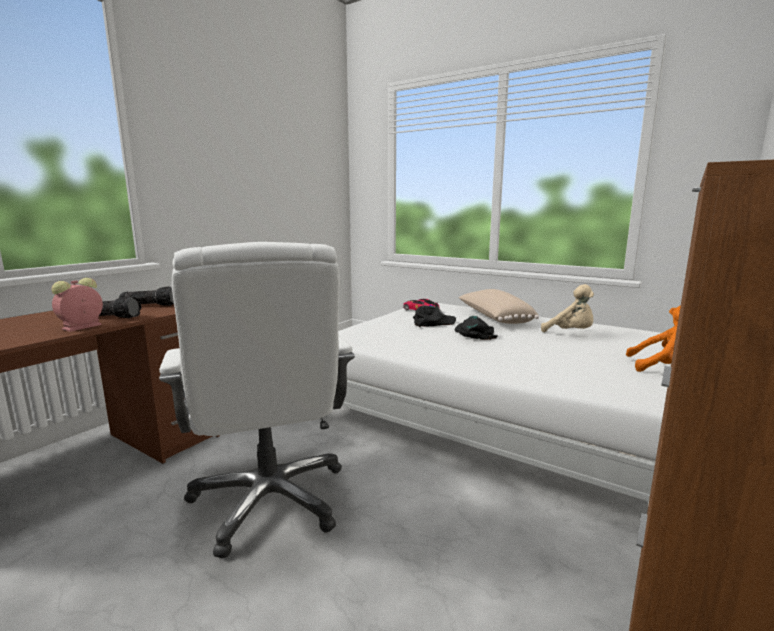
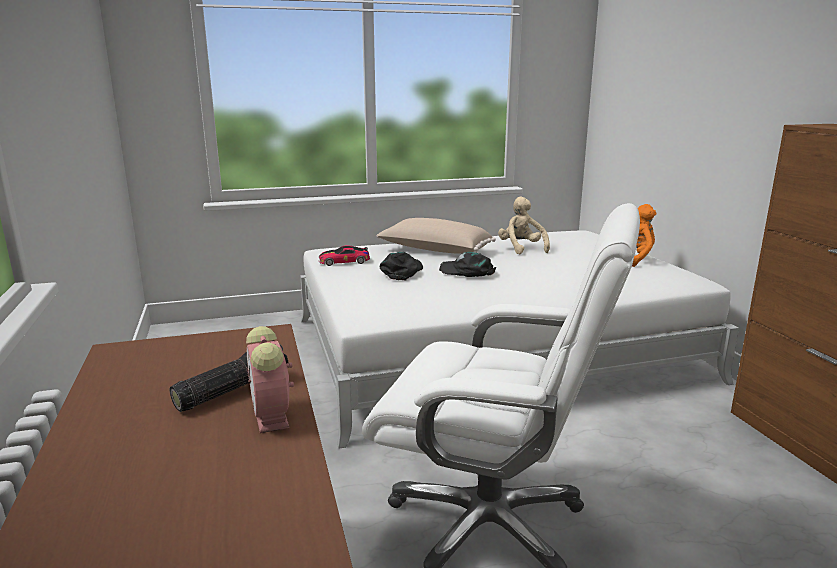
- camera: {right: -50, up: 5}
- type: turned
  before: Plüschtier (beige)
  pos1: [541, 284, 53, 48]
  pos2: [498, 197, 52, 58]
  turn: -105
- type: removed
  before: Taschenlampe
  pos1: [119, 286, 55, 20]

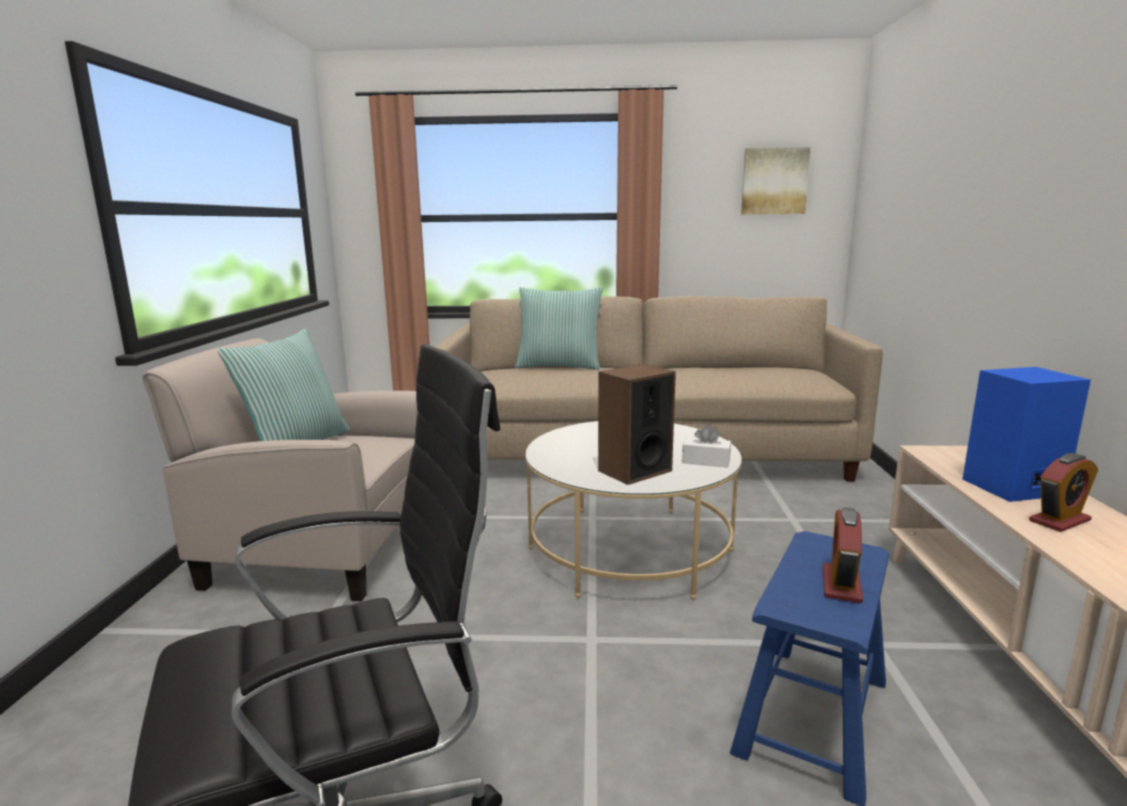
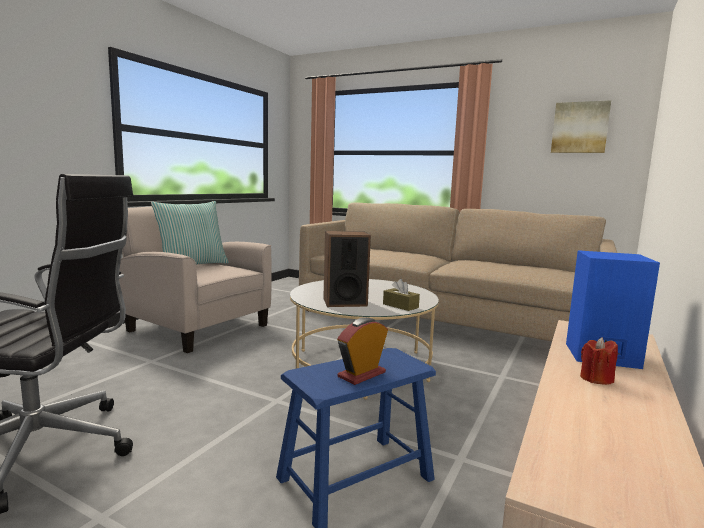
- camera: {right: 25, up: -5}
- type: removed
  before: Kissen
  pos1: [515, 287, 88, 83]
- type: recoloured
  before: Taschentuchbox (weiß)
  after: Taschentuchbox (braun)
  pos1: [682, 425, 49, 42]
  pos2: [383, 279, 37, 32]
- type: replaced
  before: Wecker
  after: Kerze (rot)
  pos1: [1029, 453, 69, 79]
  pos2: [580, 338, 38, 47]

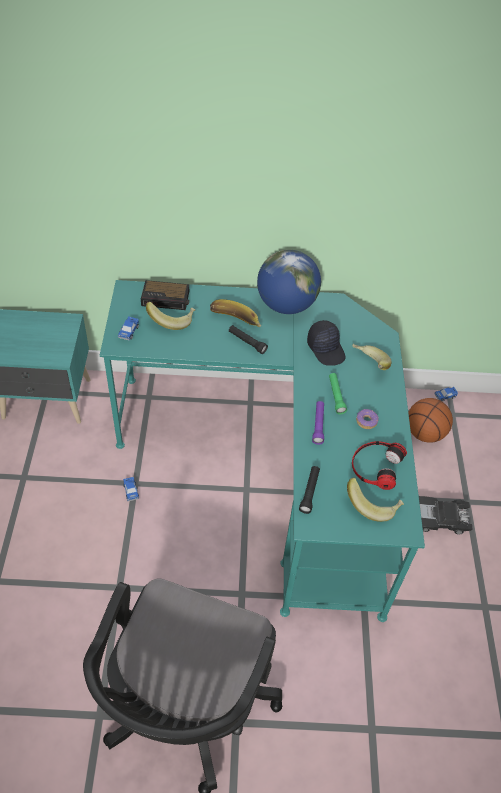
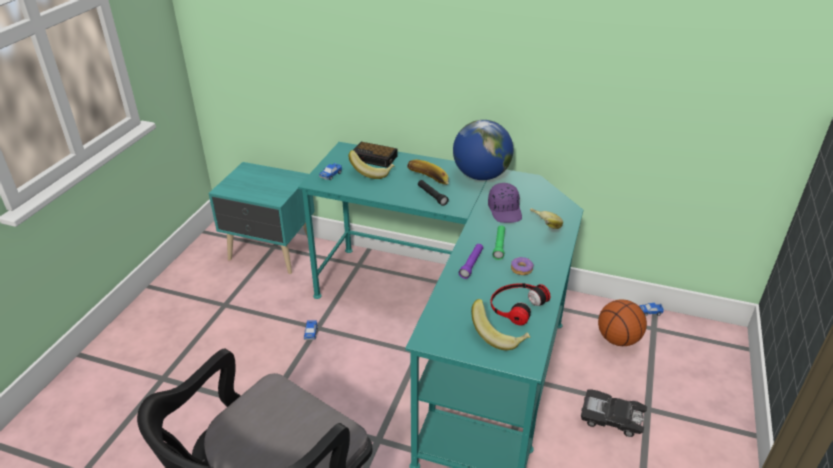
- camera: {right: 20, up: -15}
- type: recoloured
  before: Kappe (schwarz)
  after: Kappe (lila)
  pos1: [307, 320, 39, 46]
  pos2: [488, 183, 34, 40]
- type: removed
  before: Taschenlampe (schwarz)
  pos1: [299, 466, 21, 48]

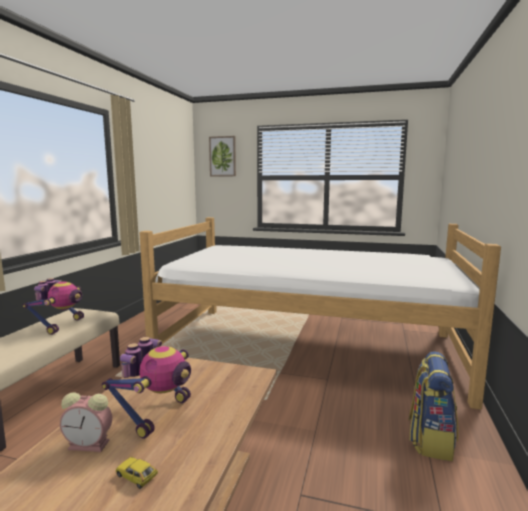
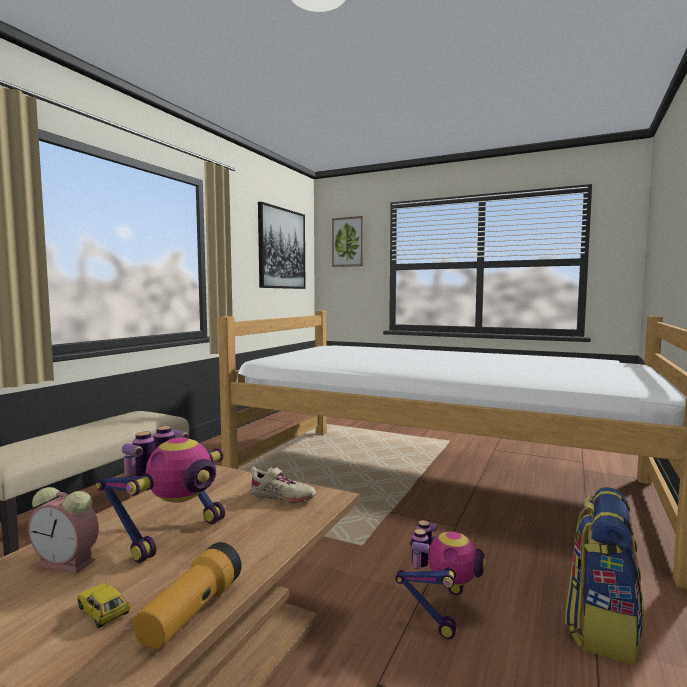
- camera: {right: 10, up: -5}
- type: moved
  before: Spielzeugroboter
  pos1: [22, 278, 62, 57]
  pos2: [395, 520, 92, 119]
- type: added
  after: Bild
  pos2: [258, 202, 48, 87]
- type: added
  after: Schuh (beige)
  pos2: [250, 467, 66, 36]
- type: added
  after: Taschenlampe
  pos2: [134, 542, 108, 107]

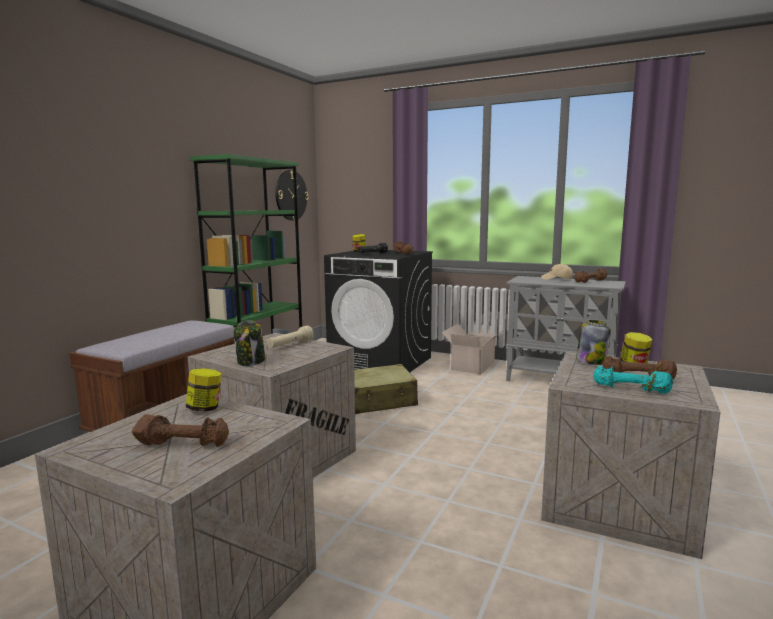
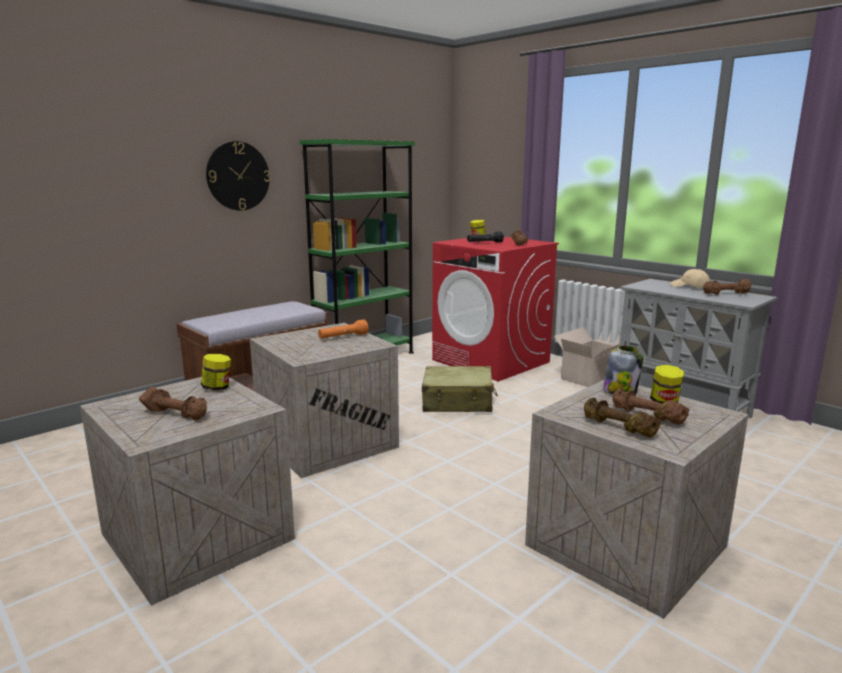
- camera: {right: 20, up: 5}
- type: moved
  before: Wanduhr
  pos1: [275, 170, 33, 51]
  pos2: [206, 141, 64, 70]
- type: recoloured
  before: Waschmaschine (schwarz)
  after: Waschmaschine (rot)
  pos1: [324, 250, 109, 122]
  pos2: [432, 237, 127, 145]
- type: removed
  before: Vorratsglas
  pos1: [234, 320, 31, 46]
- type: recoloured
  before: Taschenlampe (beige)
  after: Taschenlampe (orange)
  pos1: [267, 326, 47, 22]
  pos2: [318, 319, 50, 20]
- type: recoloured
  before: Hantel (türkis)
  after: Hantel (braun)
  pos1: [593, 366, 80, 27]
  pos2: [584, 398, 77, 39]

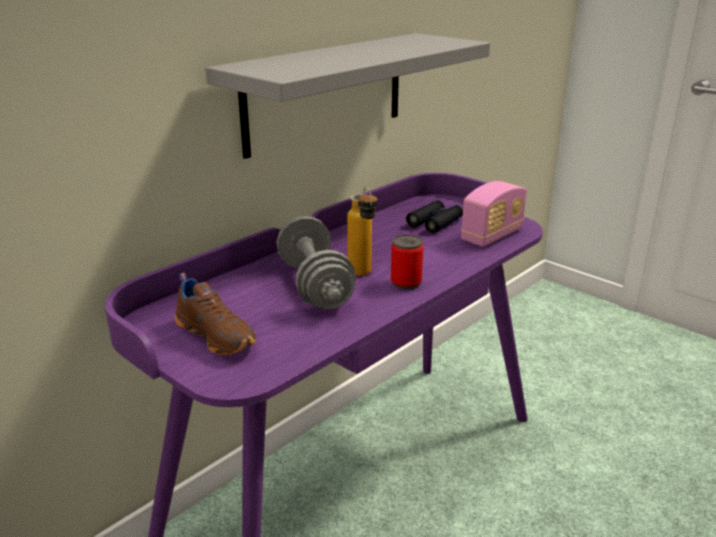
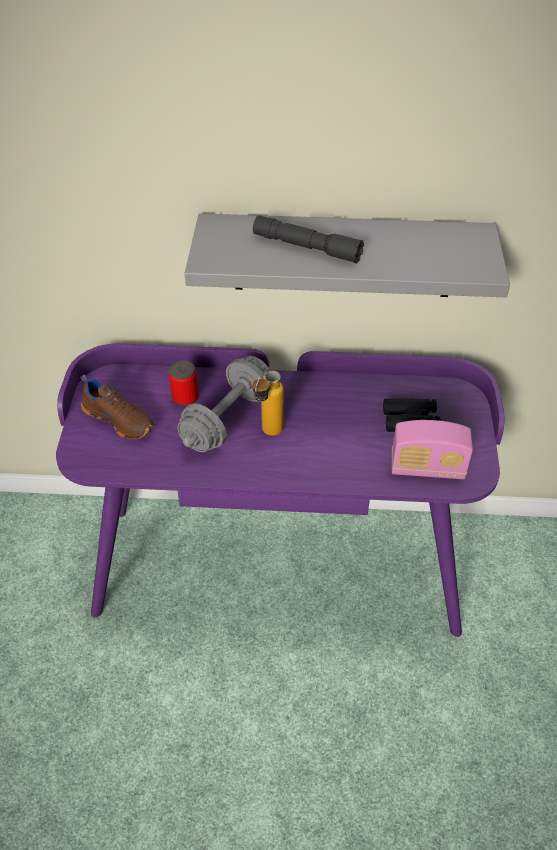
- camera: {right: 50, up: 20}
- type: moved
  before: Dose
  pos1: [391, 235, 32, 55]
  pos2: [169, 361, 29, 45]
- type: turned
  before: Schuh (braun)
  pos1: [175, 273, 82, 82]
  pos2: [80, 374, 74, 65]
  turn: -60
- type: added
  after: Taschenlampe (grau)
  pos2: [253, 215, 111, 48]

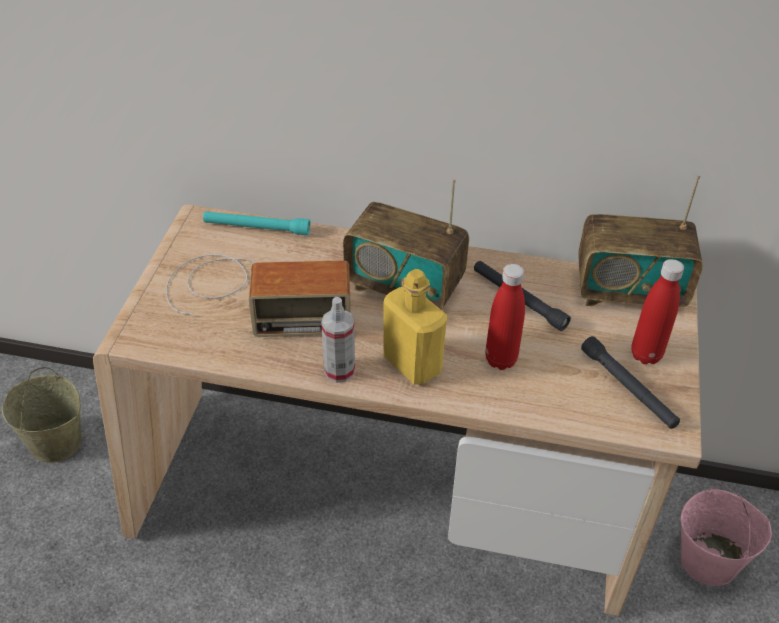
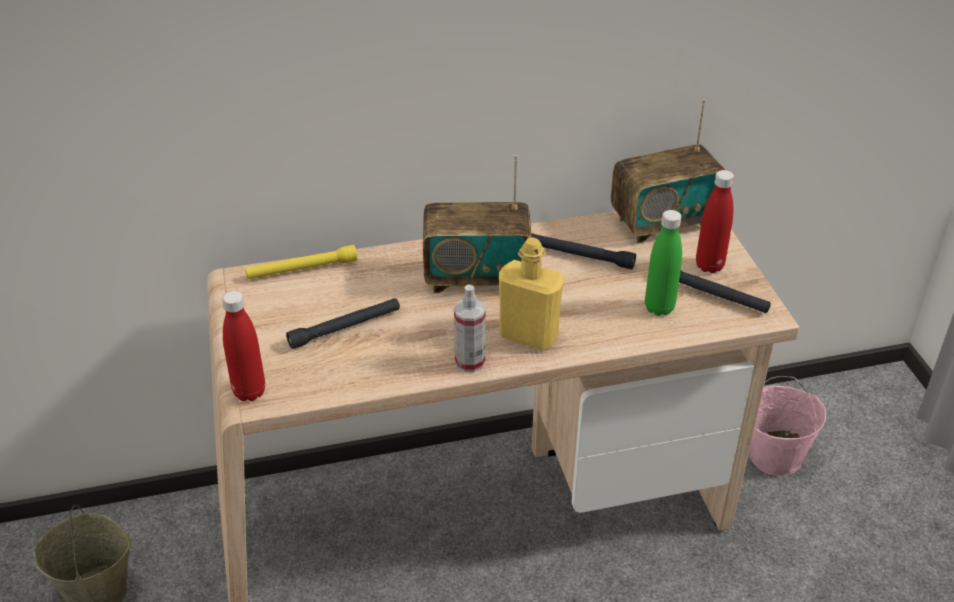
- camera: {right: -25, up: -5}
- type: recoloured
  before: Taschenlampe (türkis)
  after: Taschenlampe (gelb)
  pos1: [203, 211, 108, 24]
  pos2: [245, 245, 112, 34]
- type: replaced
  before: Radio
  after: Taschenlampe (schwarz)
  pos1: [166, 254, 185, 83]
  pos2: [286, 298, 114, 51]
- type: moved
  before: Flasche (rot)
  pos1: [485, 264, 40, 106]
  pos2: [222, 291, 43, 110]
- type: added
  after: Flasche (grün)
  pos2: [645, 210, 37, 106]

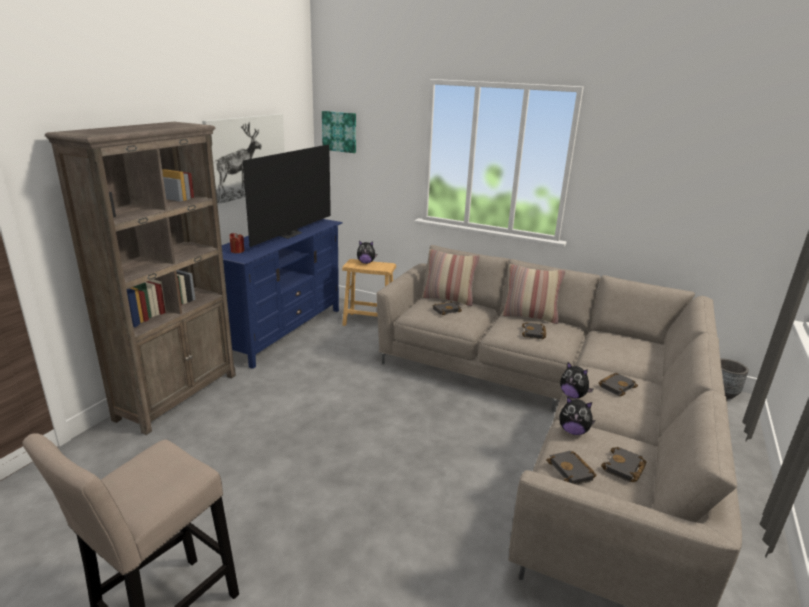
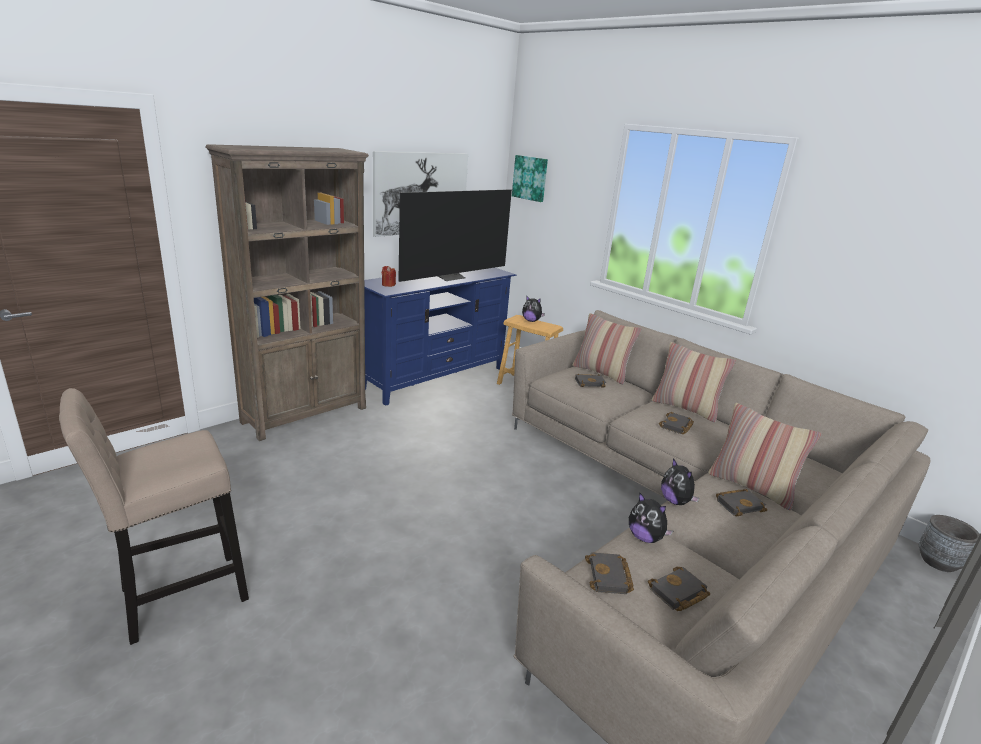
- camera: {right: 20, up: 0}
- type: added
  after: Kissen
  pos2: [708, 403, 114, 107]

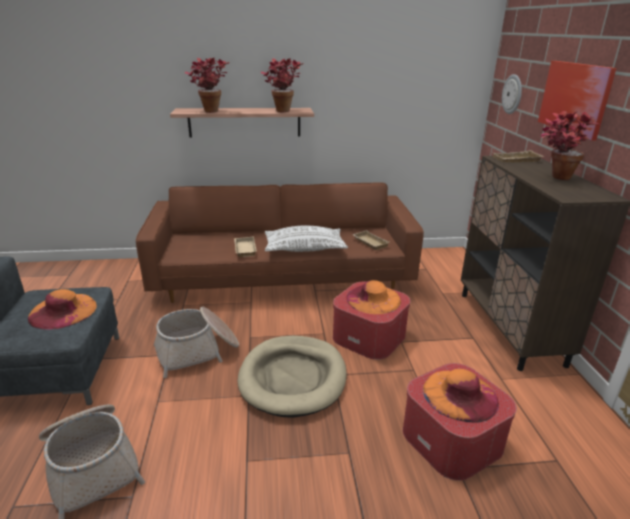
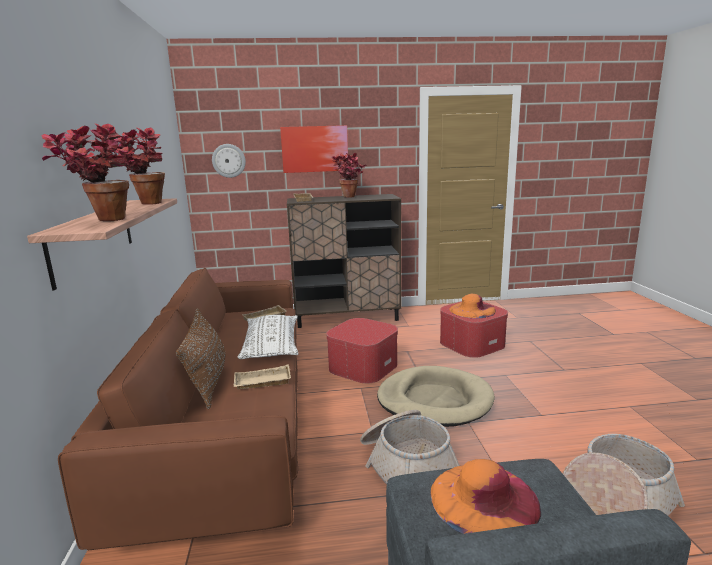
- camera: {right: -90, up: -10}
- type: removed
  before: Hut (orange)
  pos1: [346, 280, 55, 34]
- type: added
  after: Kissen (braun)
  pos2: [176, 308, 49, 101]

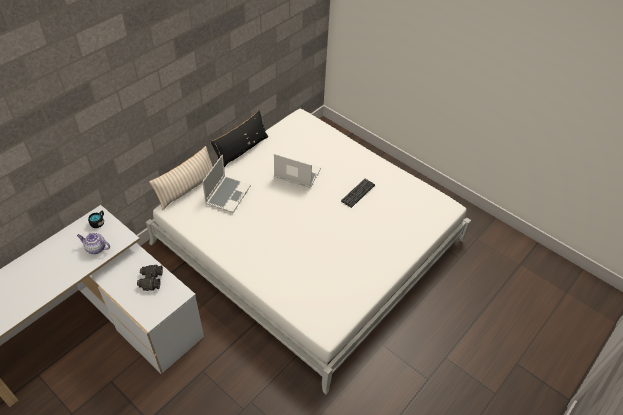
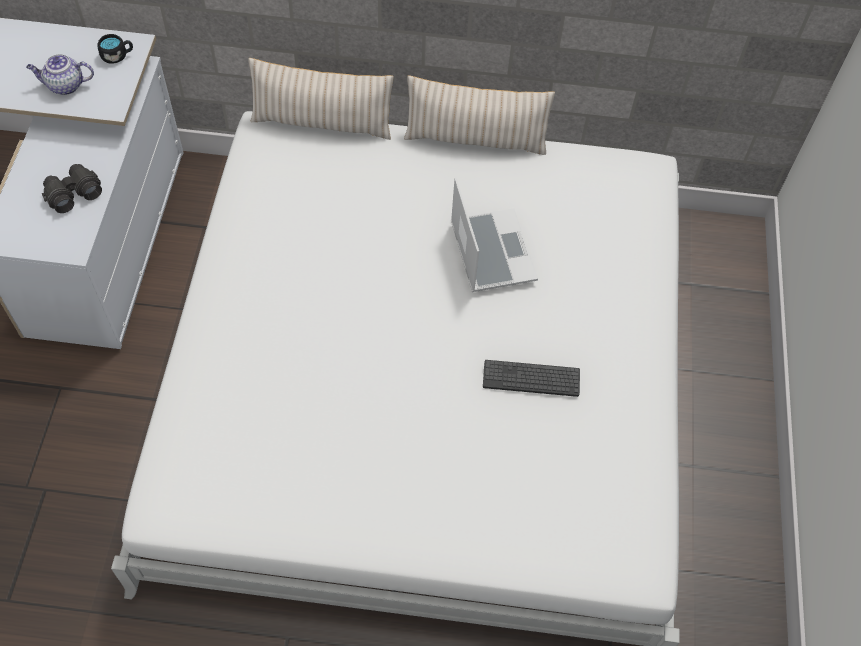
- camera: {right: 55, up: 10}
- type: recoloured
  before: Kissen (schwarz)
  after: Kissen (beige)
  pos1: [210, 110, 58, 57]
  pos2: [404, 75, 151, 80]
- type: removed
  before: Laptop
  pos1: [202, 155, 49, 58]
- type: turned
  before: Teekanne
  pos1: [77, 233, 33, 21]
  pos2: [26, 54, 68, 41]
  turn: -75

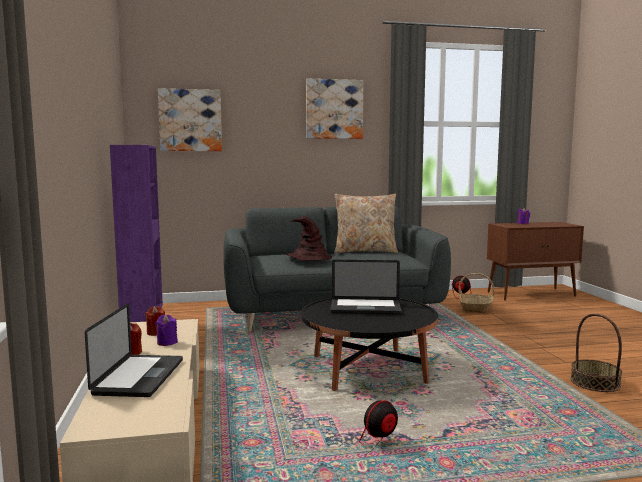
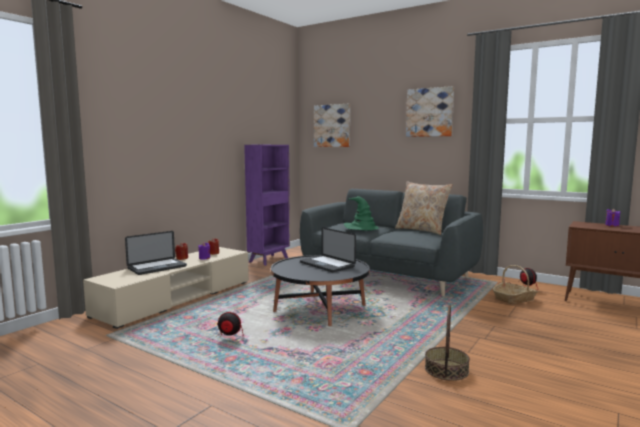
- camera: {right: 45, up: 0}
- type: recoloured
  before: Hut (braun)
  after: Hut (grün)
  pos1: [286, 216, 46, 45]
  pos2: [344, 196, 35, 34]

